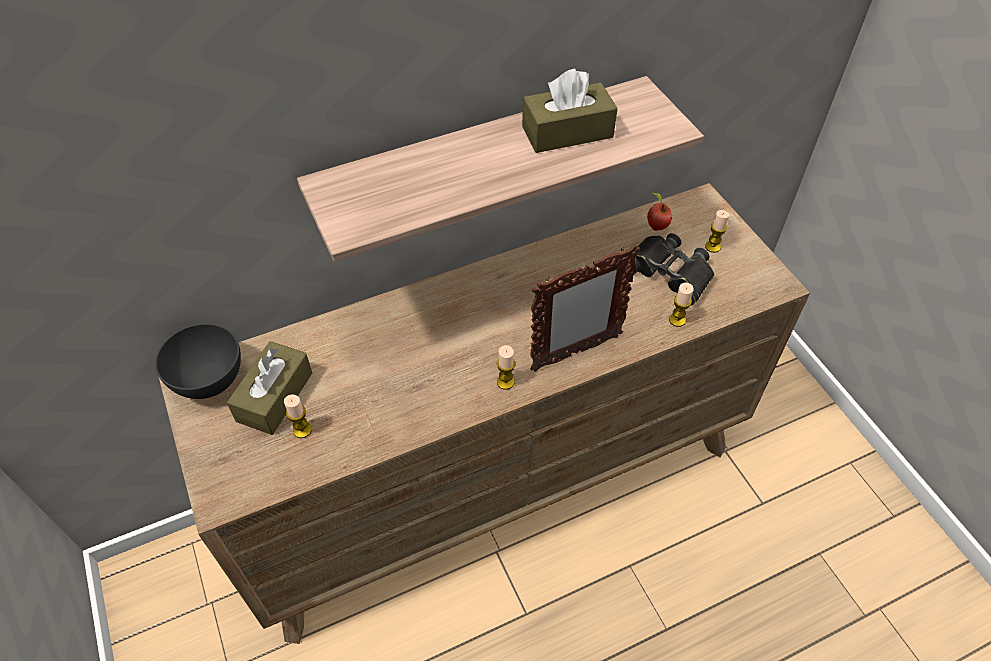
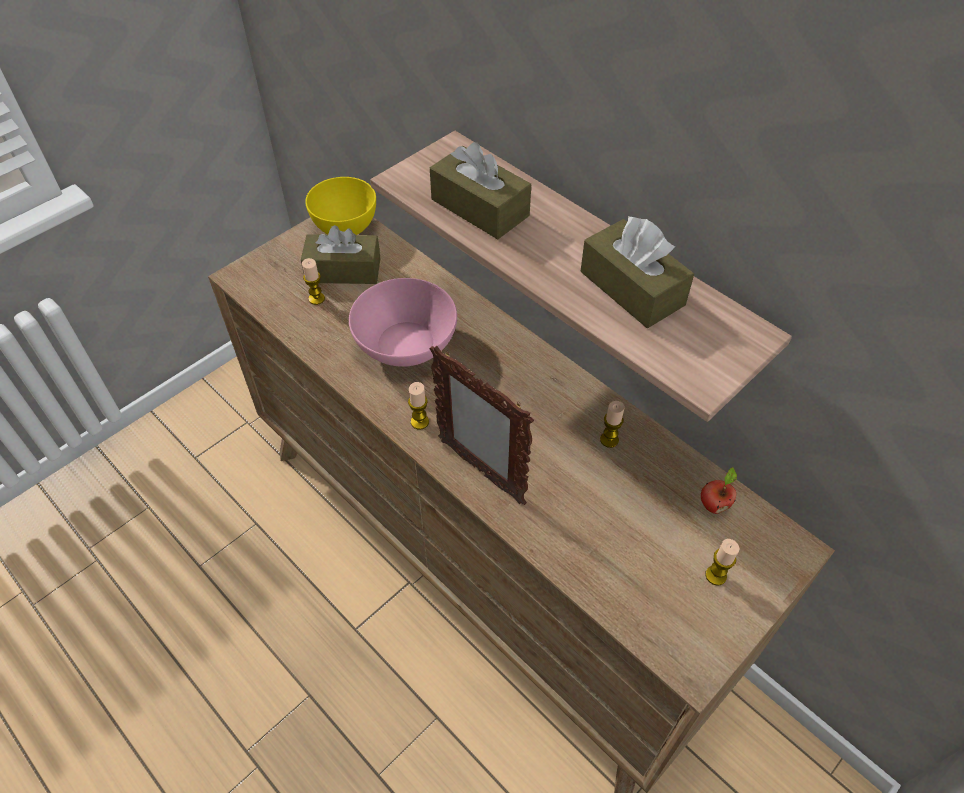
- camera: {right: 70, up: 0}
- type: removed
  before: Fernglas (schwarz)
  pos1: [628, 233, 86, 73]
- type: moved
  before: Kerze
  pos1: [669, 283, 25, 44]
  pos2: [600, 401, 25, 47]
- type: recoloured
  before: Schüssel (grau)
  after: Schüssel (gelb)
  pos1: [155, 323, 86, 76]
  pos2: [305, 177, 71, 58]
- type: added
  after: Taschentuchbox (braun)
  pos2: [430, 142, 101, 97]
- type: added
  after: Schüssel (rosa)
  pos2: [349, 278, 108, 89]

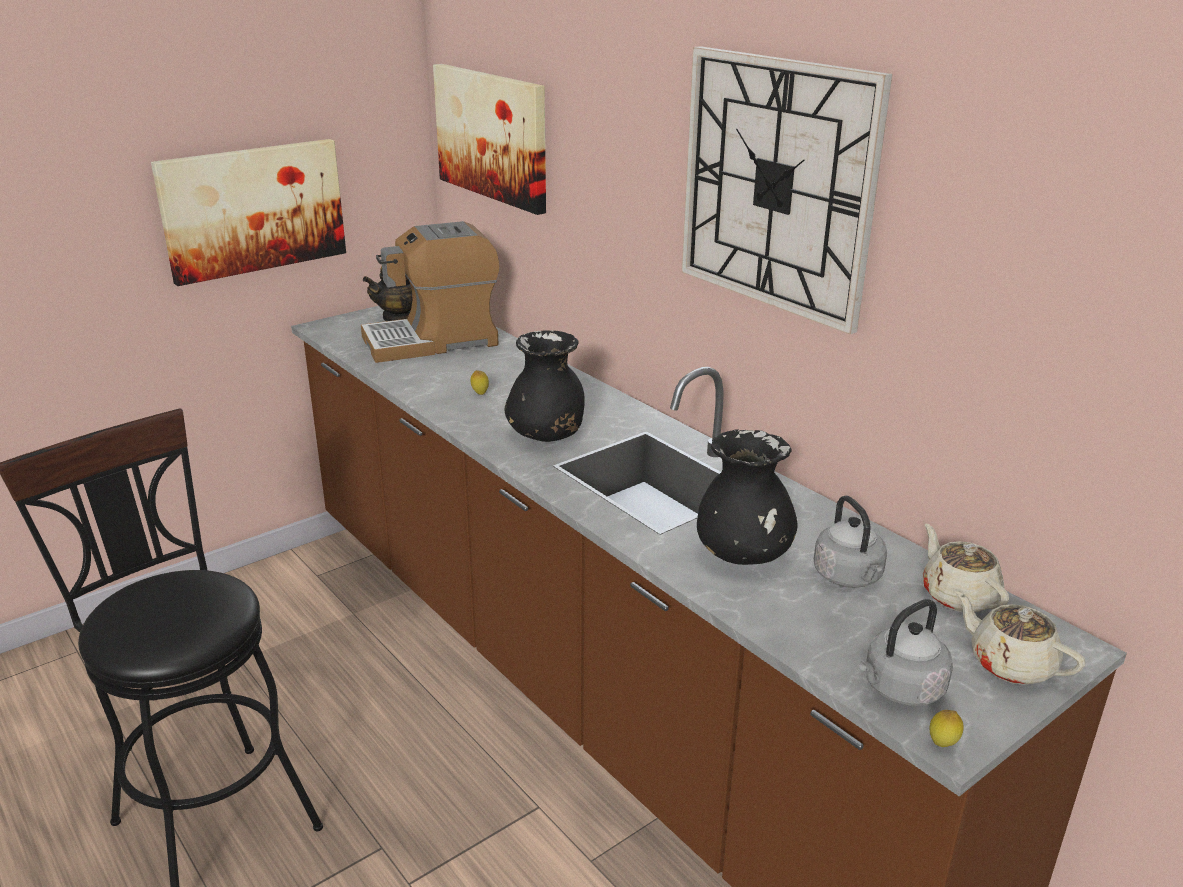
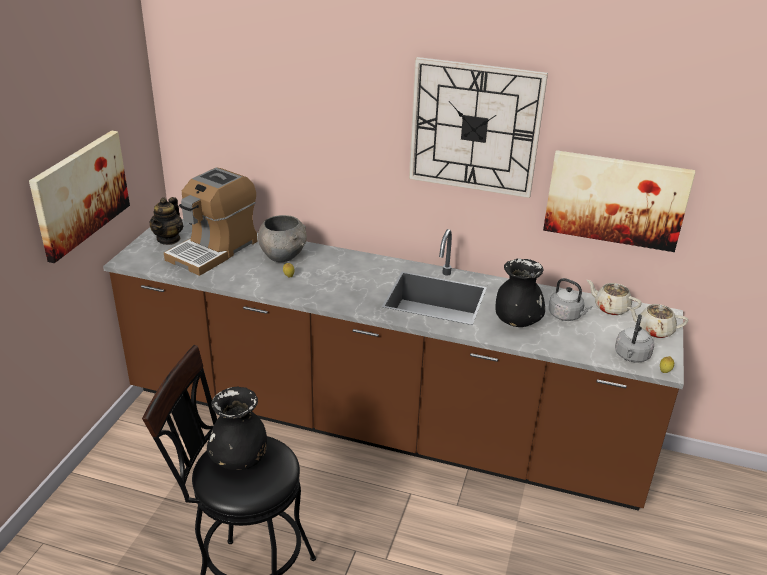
- camera: {right: -35, up: 5}
- type: moved
  before: Bild
  pos1: [433, 64, 113, 151]
  pos2: [543, 150, 152, 102]
- type: moved
  before: Vase (schwarz)
  pos1: [504, 330, 81, 112]
  pos2: [207, 387, 60, 83]
- type: added
  after: Schüssel (grau)
  pos2: [258, 215, 49, 47]

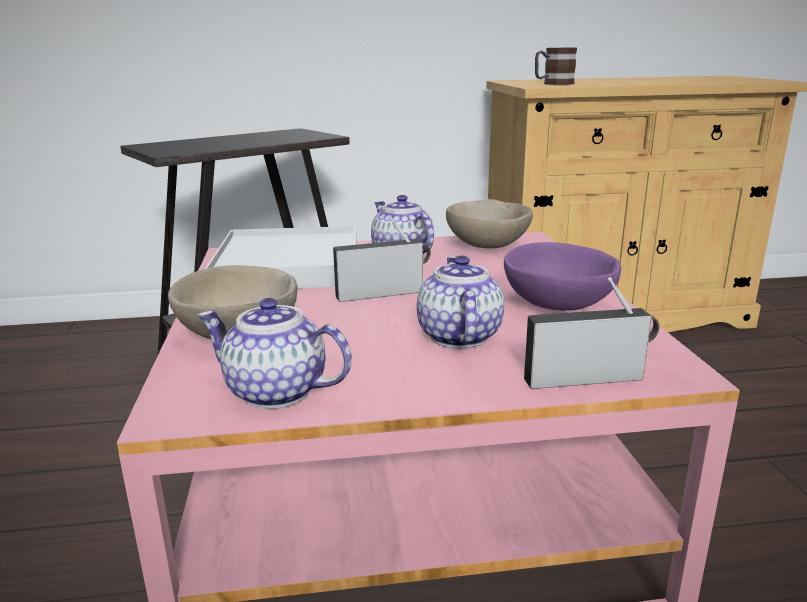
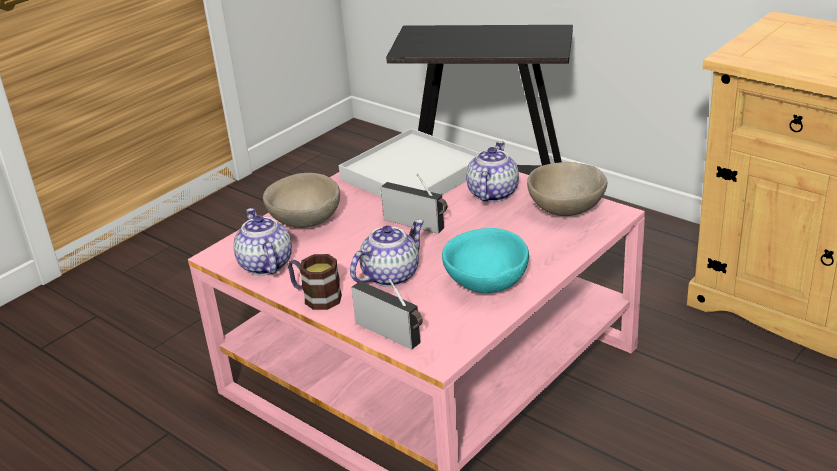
- camera: {right: 50, up: 10}
- type: moved
  before: Henkelbecher
  pos1: [535, 48, 42, 37]
  pos2: [288, 254, 54, 56]
- type: recoloured
  before: Schüssel (lila)
  after: Schüssel (türkis)
  pos1: [504, 242, 118, 69]
  pos2: [442, 228, 87, 65]

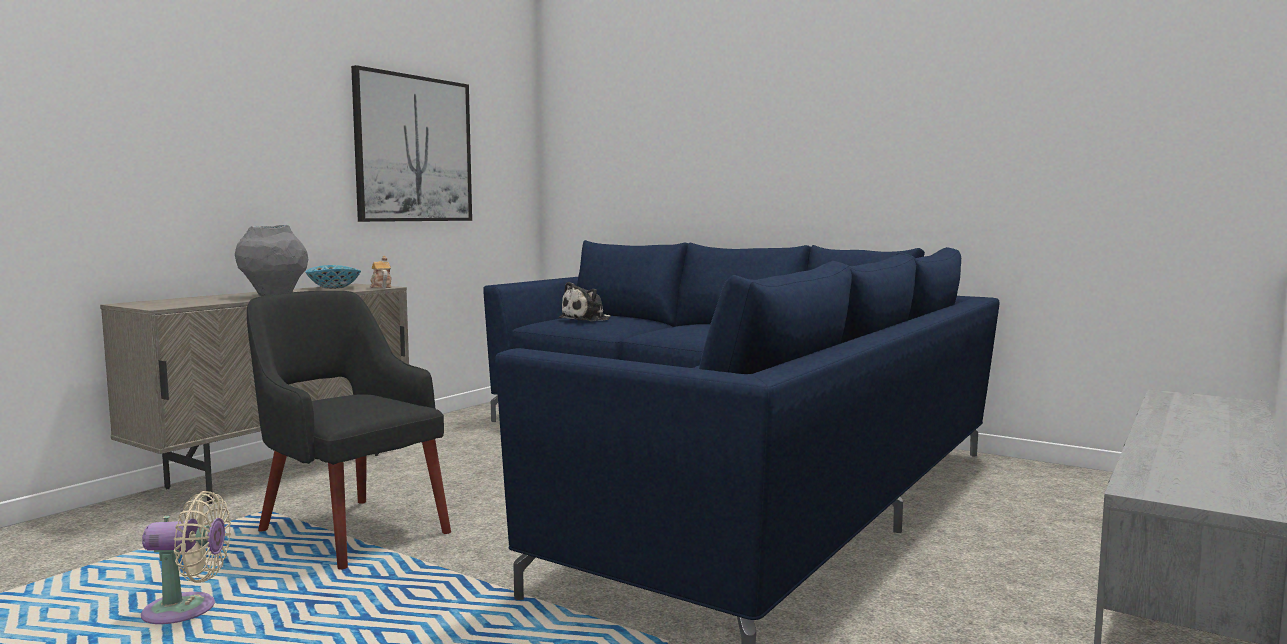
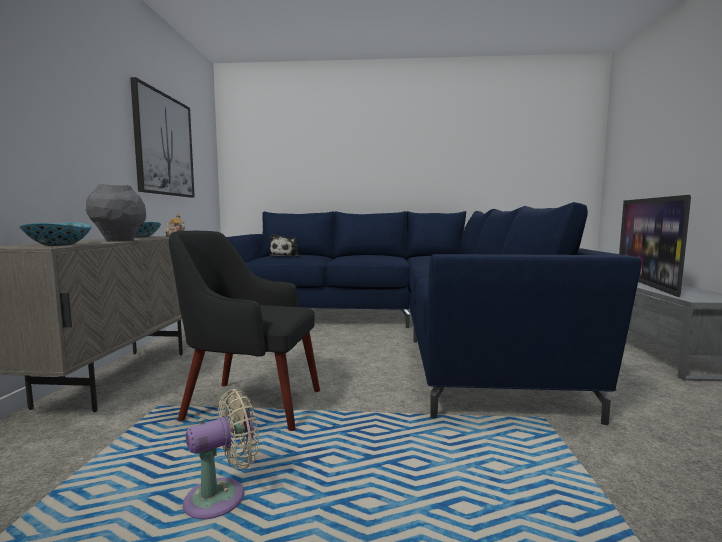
- camera: {right: -30, up: 0}
- type: added
  after: Fernseher
  pos2: [619, 195, 72, 102]
- type: added
  after: Schüssel
  pos2: [20, 223, 72, 23]

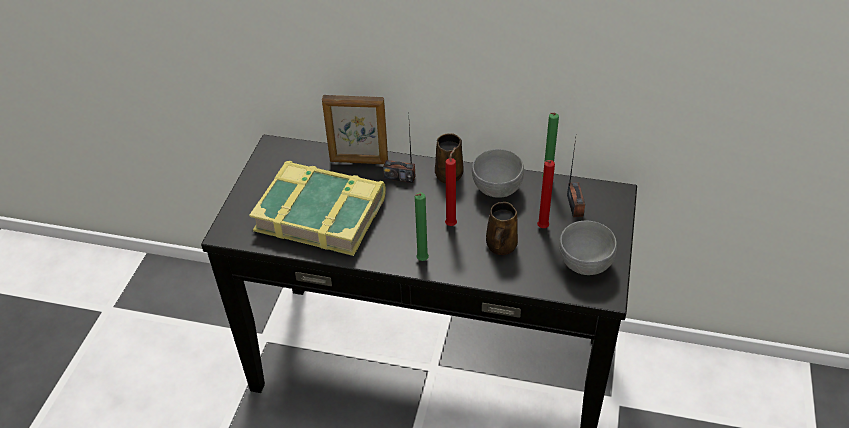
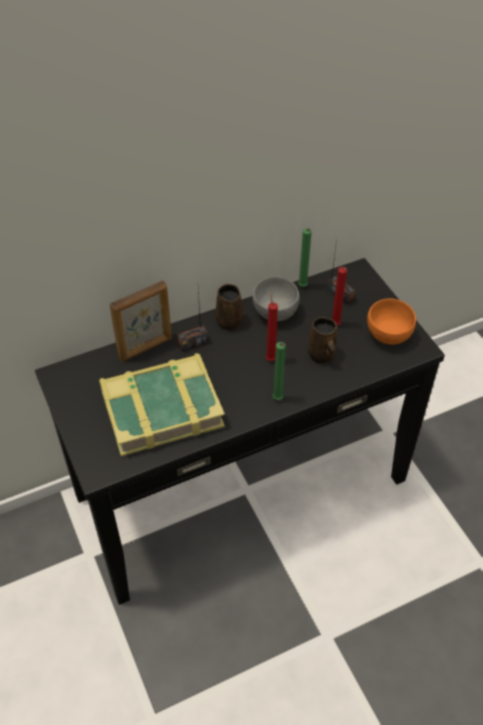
- camera: {right: -40, up: 5}
- type: recoloured
  before: Schüssel (grau)
  after: Schüssel (orange)
  pos1: [559, 221, 58, 54]
  pos2: [367, 299, 49, 46]

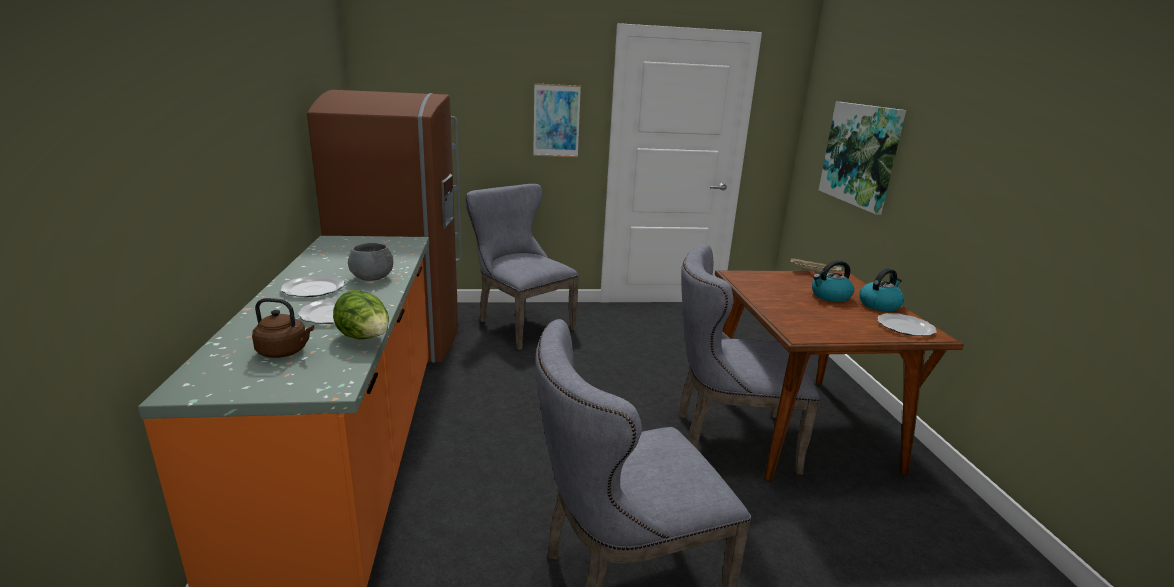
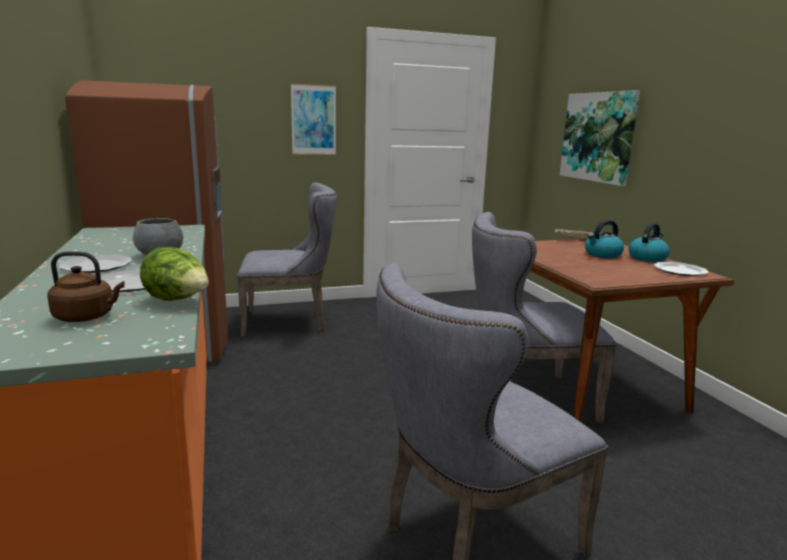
- camera: {right: -10, up: -5}
- type: turned
  before: Stuhl (grau)
  pos1: [465, 184, 114, 166]
  pos2: [237, 183, 100, 154]
  turn: 135

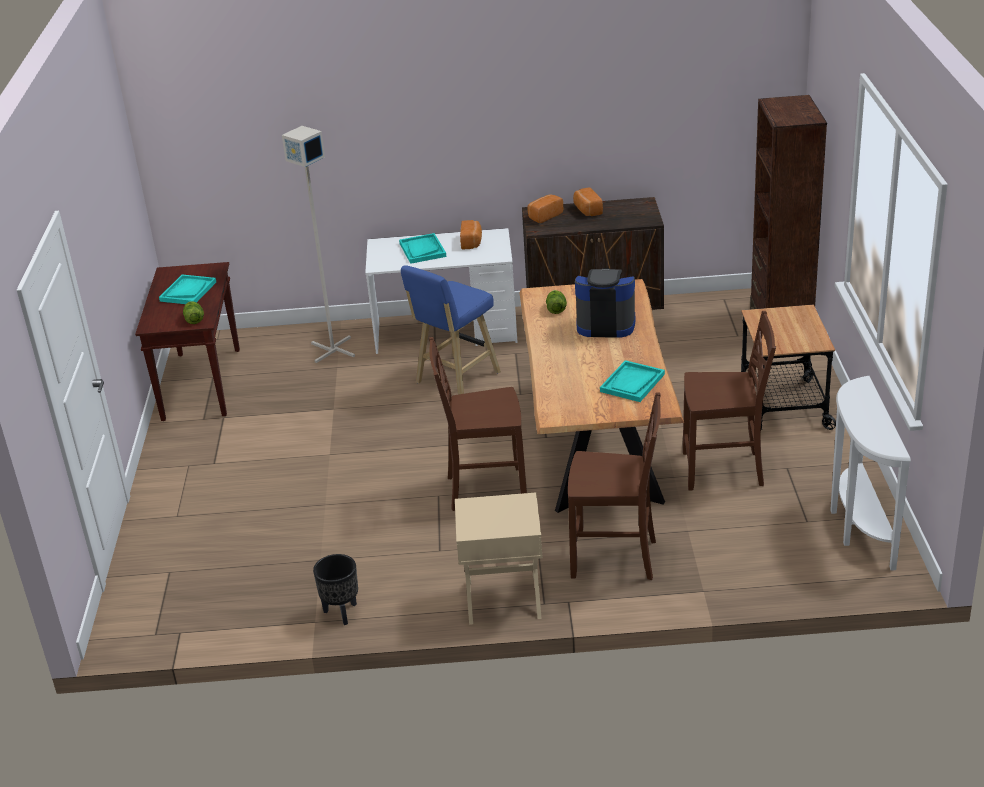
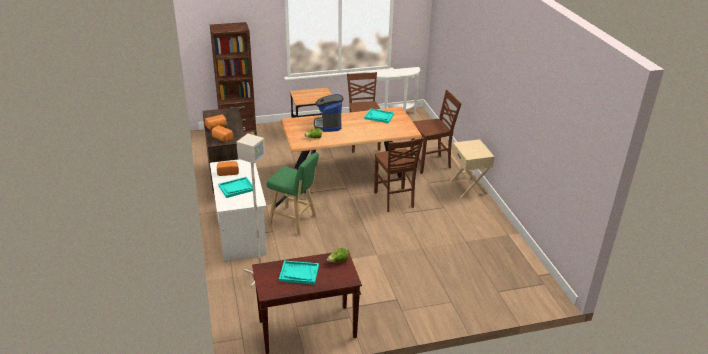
- camera: {right: -105, up: 0}
- type: recoloured
  before: Hocker (blau)
  after: Hocker (grün)
  pos1: [401, 265, 100, 130]
  pos2: [266, 152, 53, 83]
- type: turned
  before: Stuhl (braun)
  pos1: [568, 392, 93, 188]
  pos2: [410, 90, 52, 84]
  turn: 75
- type: removed
  before: Pflanzkübel (schwarz)
  pos1: [313, 554, 45, 71]

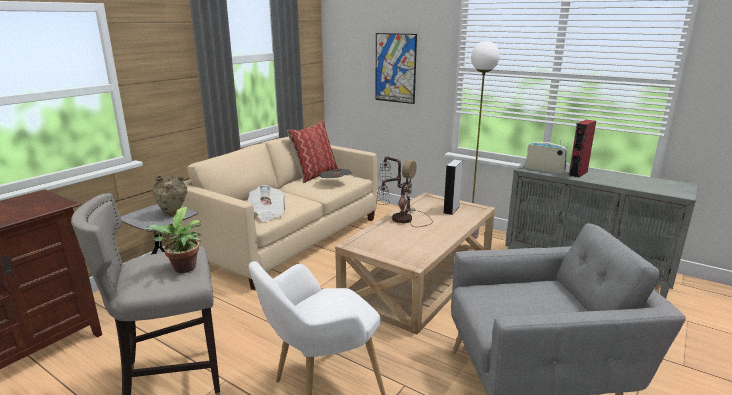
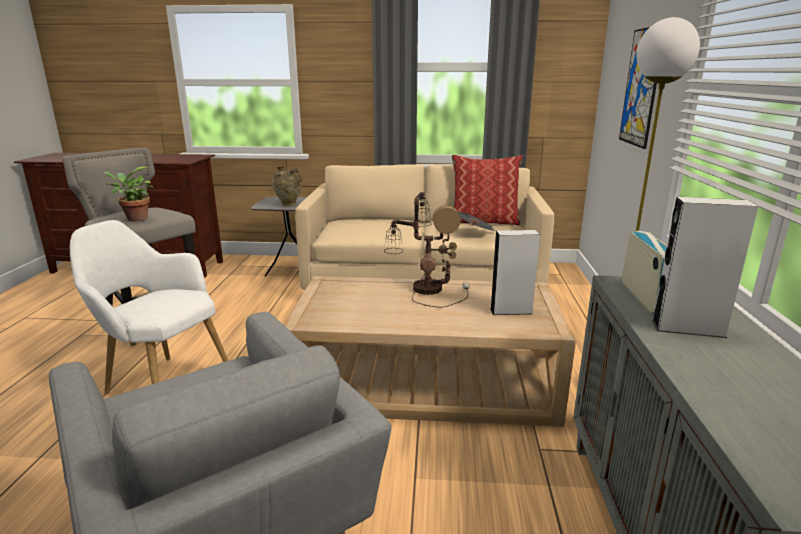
- camera: {right: 60, up: 0}
- type: recoloured
  before: Lautsprecher (rot)
  after: Lautsprecher (grau)
  pos1: [568, 120, 28, 58]
  pos2: [652, 197, 106, 141]
- type: removed
  before: Zeitung
  pos1: [248, 185, 38, 37]

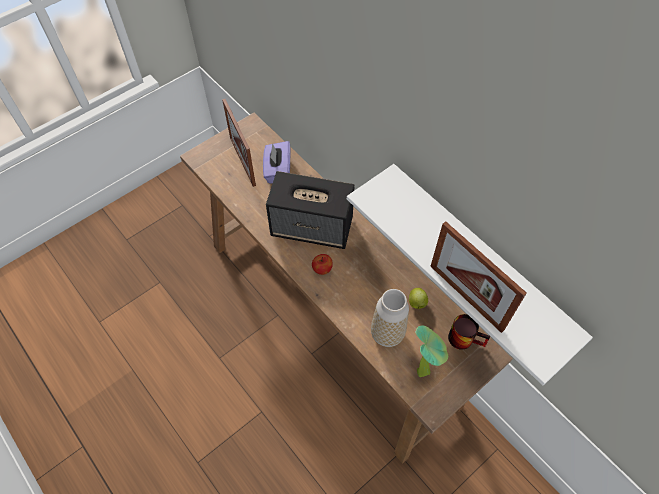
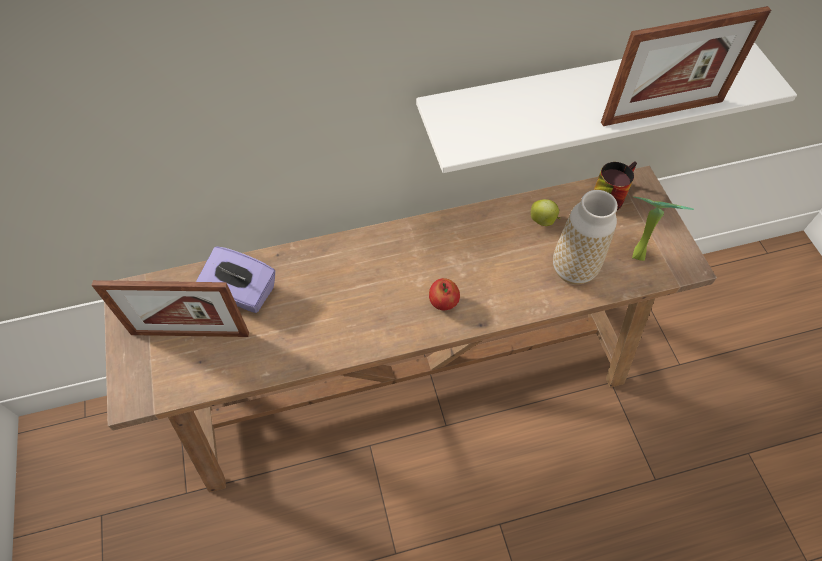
- camera: {right: -65, up: 0}
- type: removed
  before: Lautsprecher
  pos1: [266, 171, 89, 78]

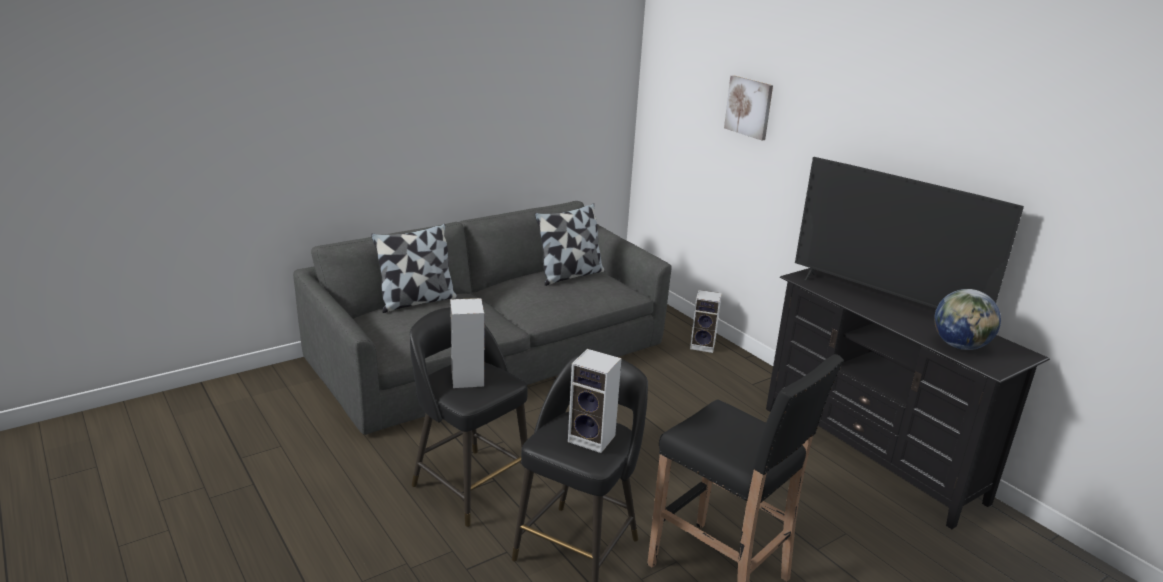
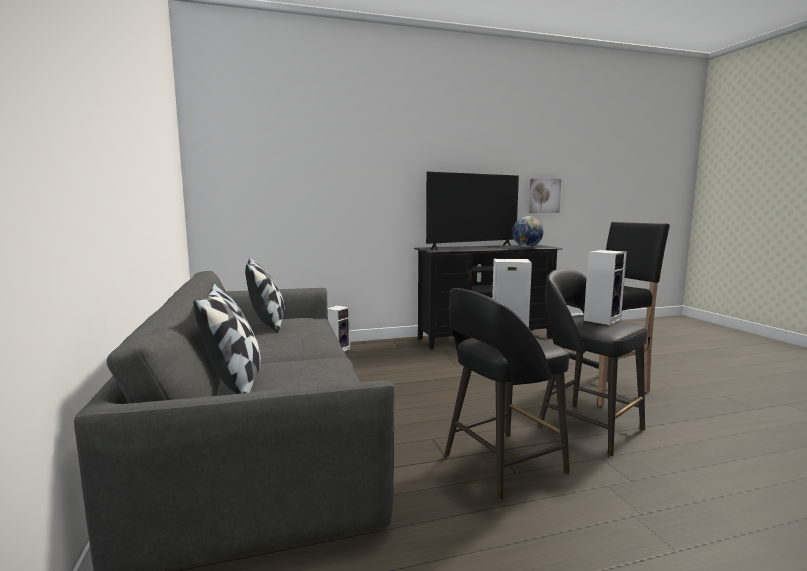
- camera: {right: -70, up: -15}
- type: moved
  before: Bild
  pos1: [724, 75, 49, 65]
  pos2: [529, 179, 32, 34]

